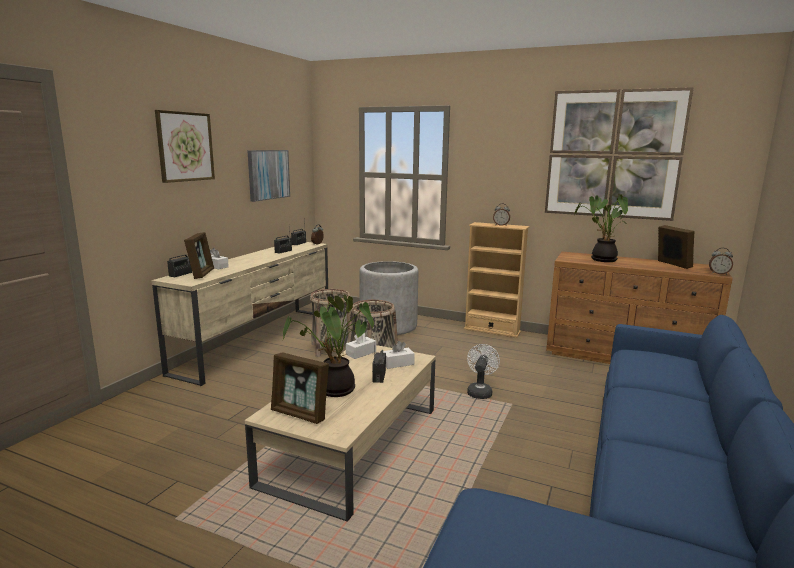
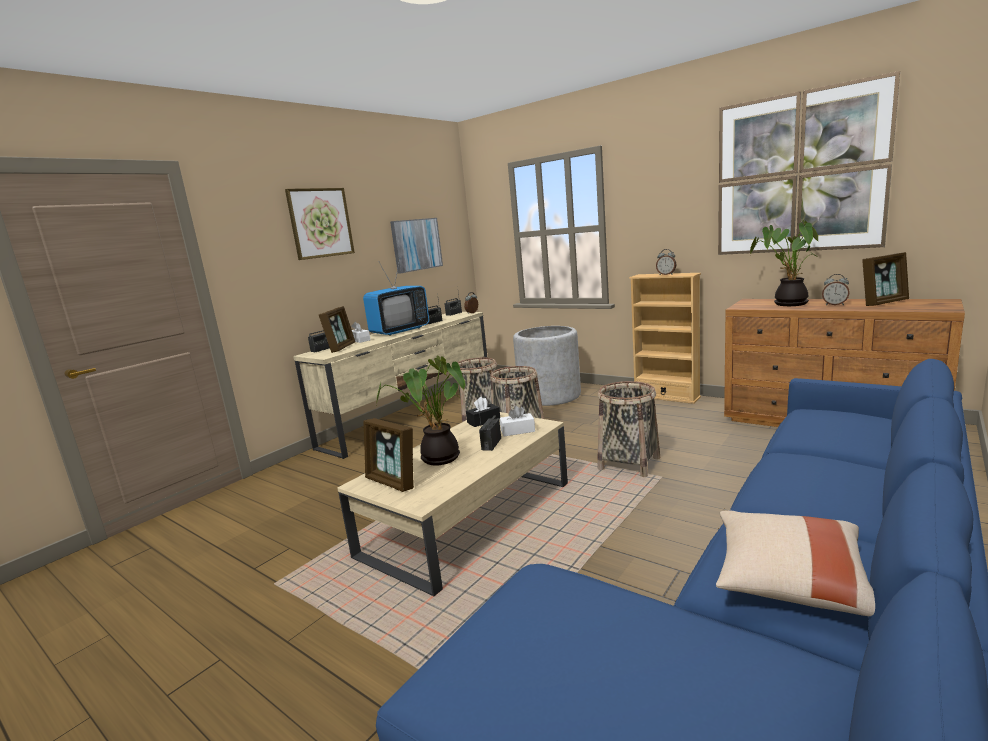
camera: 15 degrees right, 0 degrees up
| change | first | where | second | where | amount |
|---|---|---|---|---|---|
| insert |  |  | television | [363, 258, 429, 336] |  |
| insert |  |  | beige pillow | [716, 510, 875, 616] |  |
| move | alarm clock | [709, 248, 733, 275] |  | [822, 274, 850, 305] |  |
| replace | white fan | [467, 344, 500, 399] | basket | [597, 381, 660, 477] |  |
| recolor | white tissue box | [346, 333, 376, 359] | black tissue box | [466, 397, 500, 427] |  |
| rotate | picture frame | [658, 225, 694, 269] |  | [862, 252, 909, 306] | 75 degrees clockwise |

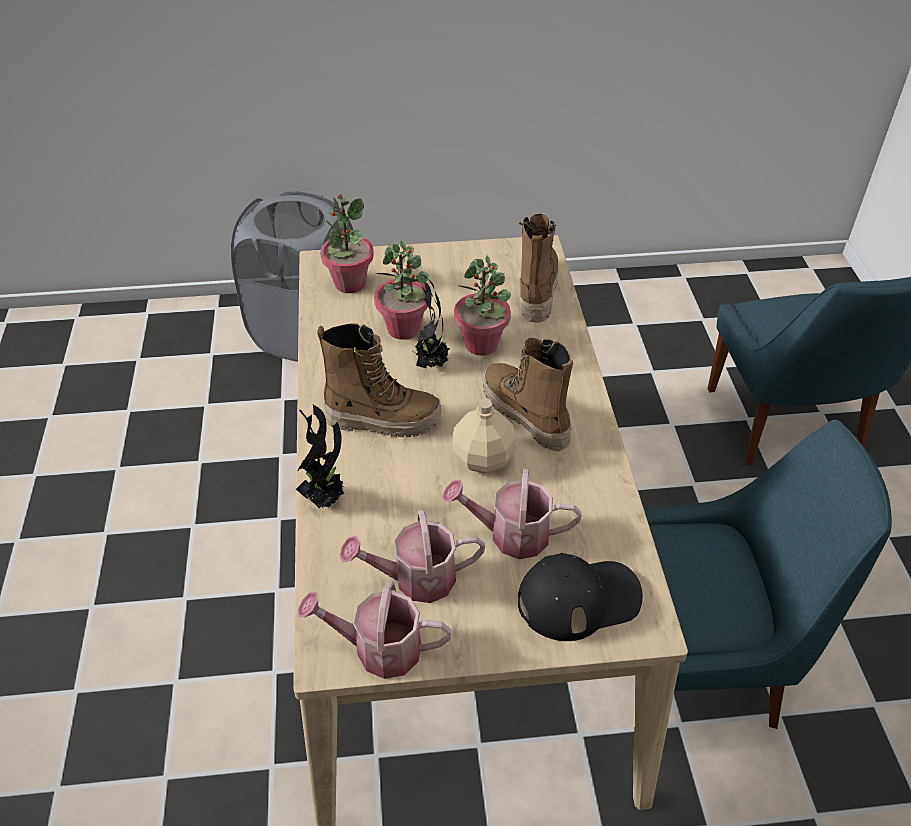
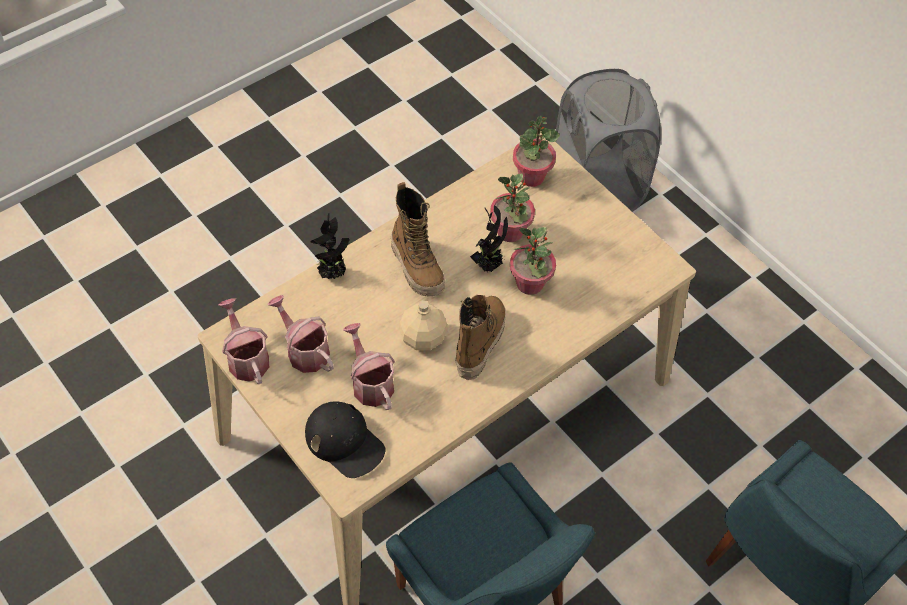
camera: 55 degrees right, 10 degrees up
| change | first | where | second | where | amount |
|---|---|---|---|---|---|
| delete | boot | [519, 214, 559, 323] |  |  |  |

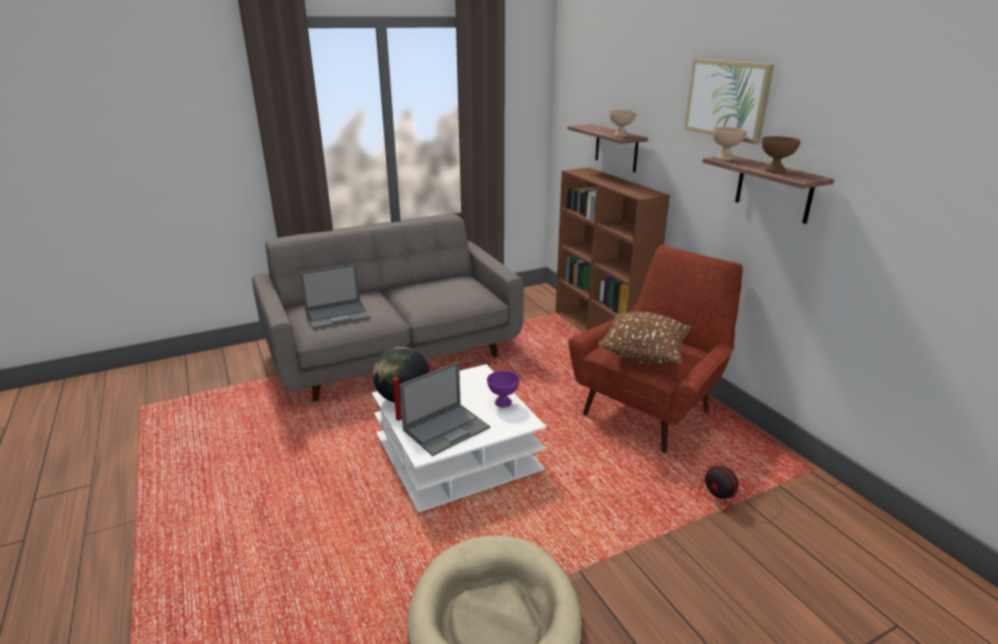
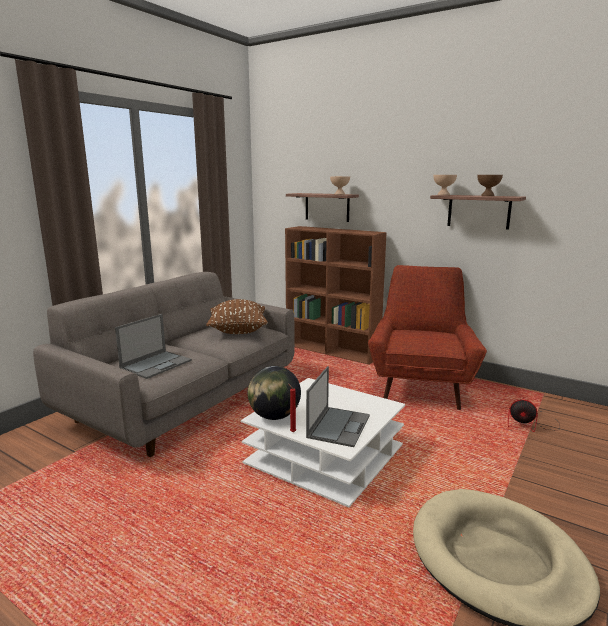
camera: 30 degrees left, 10 degrees down
| change | first | where | second | where | amount |
|---|---|---|---|---|---|
| delete | purple bowl | [487, 371, 520, 408] |  |  |  |
| delete | picture | [684, 59, 774, 144] |  |  |  |
| move | brown pillow | [598, 312, 691, 365] |  | [206, 299, 268, 334] |  |

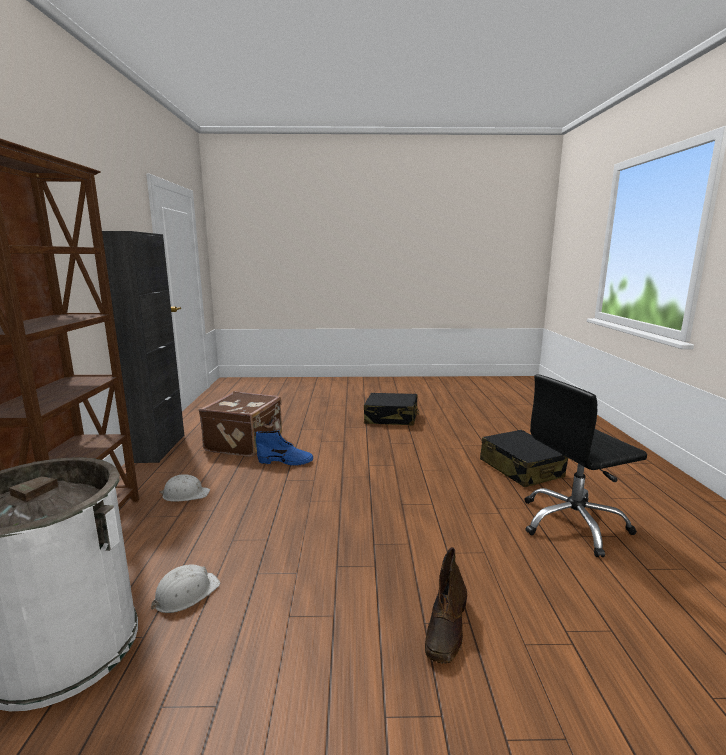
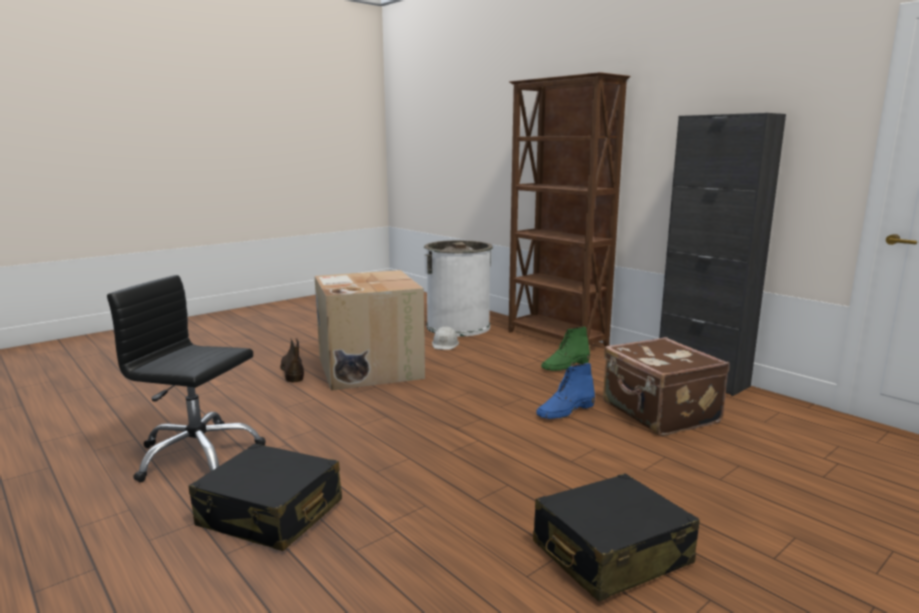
camera: 140 degrees right, 0 degrees up
| change | first | where | second | where | amount |
|---|---|---|---|---|---|
| insert |  |  | cardboard box | [315, 270, 425, 391] |  |
| replace | white hard hat | [159, 474, 210, 502] | green boot | [541, 327, 590, 371] |  |
| rotate | black office chair | [524, 374, 647, 557] |  | [107, 275, 266, 483] | 105 degrees counterclockwise |

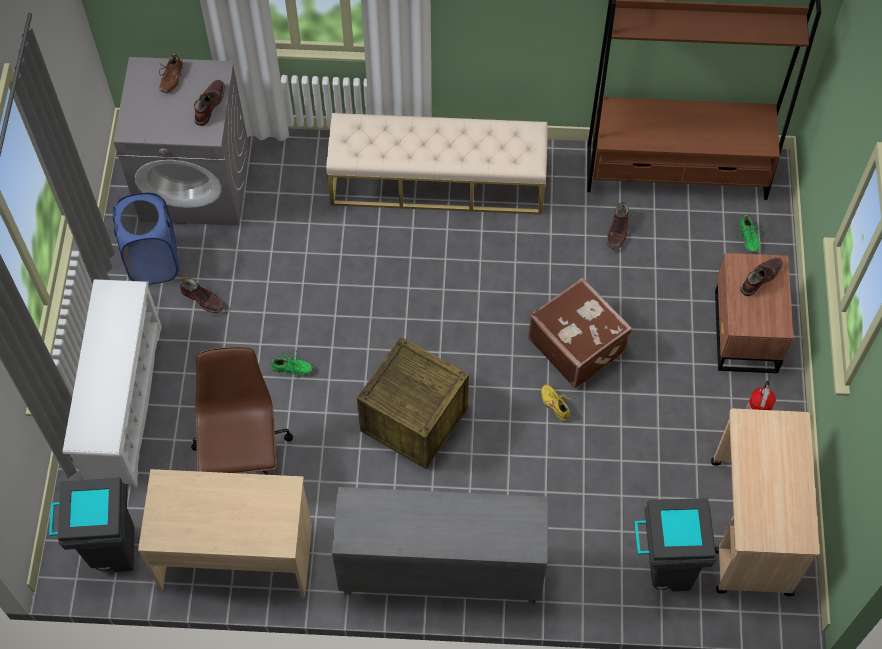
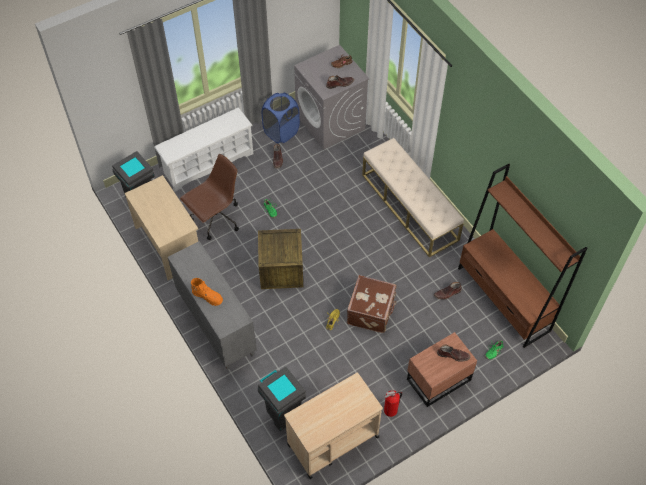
camera: 55 degrees right, 5 degrees down
| change | first | where | second | where | amount |
|---|---|---|---|---|---|
| insert |  |  | orange boot | [191, 278, 223, 306] |  |

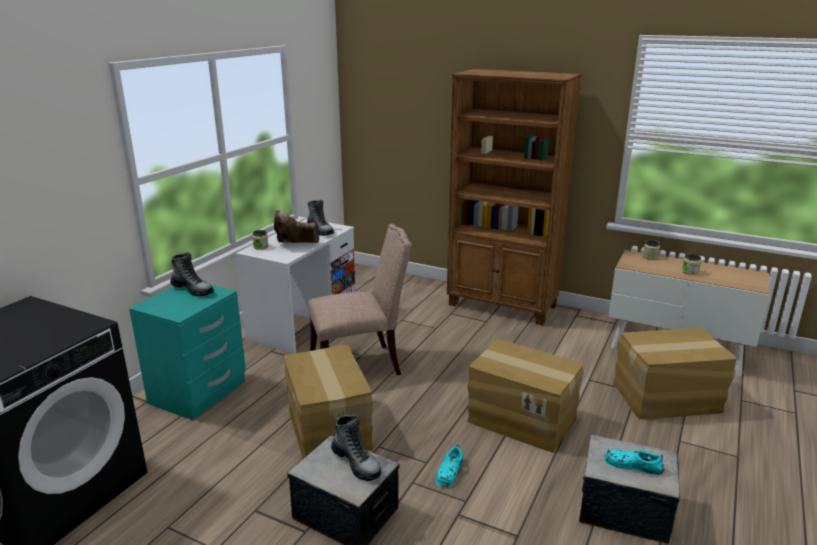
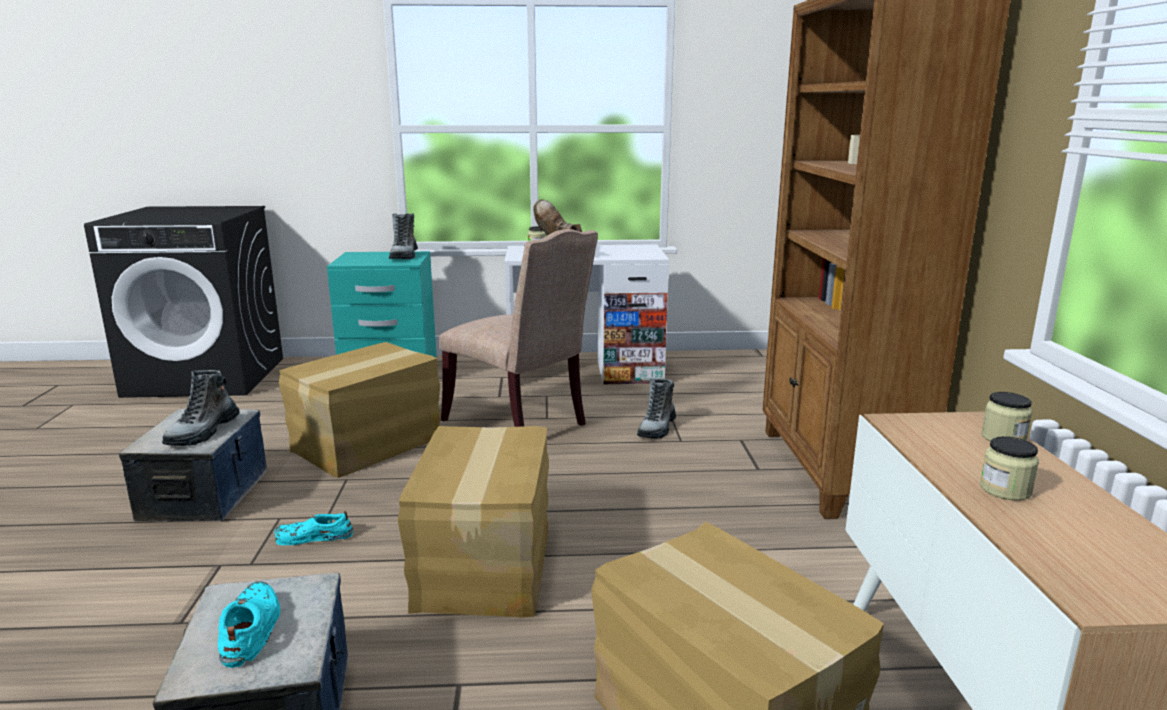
camera: 60 degrees right, 5 degrees down
| change | first | where | second | where | amount |
|---|---|---|---|---|---|
| move | boot | [307, 200, 334, 236] |  | [637, 379, 676, 439] |  |

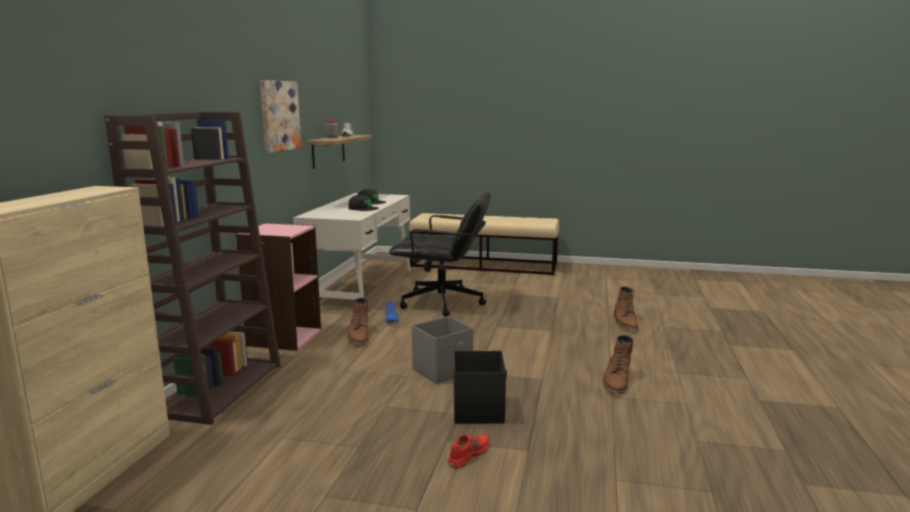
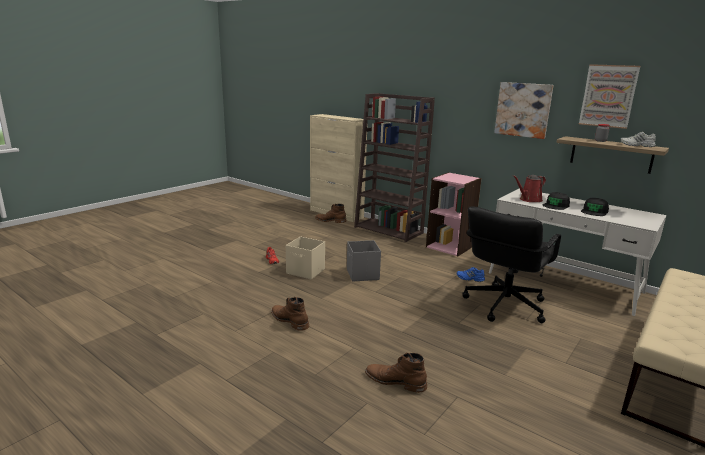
camera: 115 degrees right, 5 degrees up
| change | first | where | second | where | amount |
|---|---|---|---|---|---|
| insert |  |  | red watering can | [513, 175, 546, 202] |  |
| insert |  |  | picture | [579, 64, 640, 129] |  |
| move | brown boot | [347, 298, 369, 345] |  | [315, 204, 346, 223] |  |
| recolor | black storage box | [454, 351, 507, 424] | beige storage box | [286, 236, 325, 280] |  |

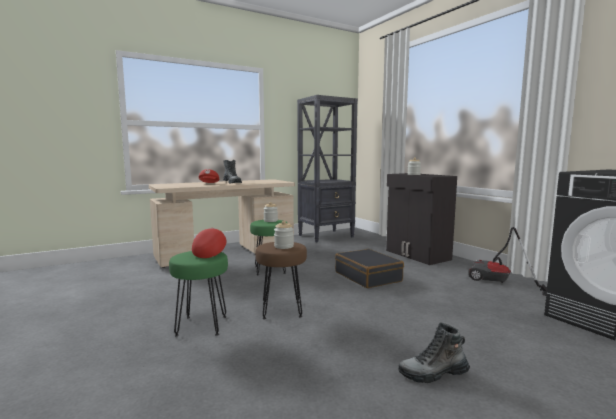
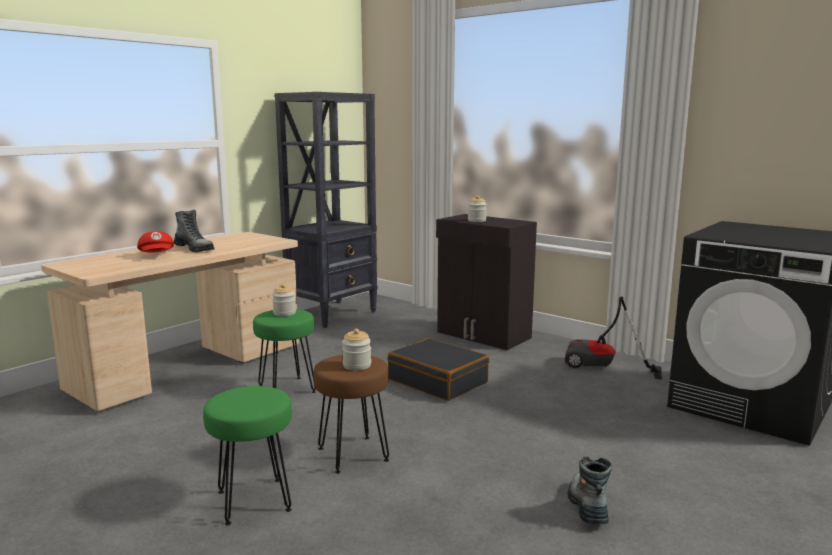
camera: 20 degrees left, 5 degrees up
| change | first | where | second | where | amount |
|---|---|---|---|---|---|
| delete | red cap | [192, 228, 226, 258] |  |  |  |
| rotate | boot | [398, 322, 470, 383] |  | [568, 456, 612, 524] | 120 degrees clockwise |

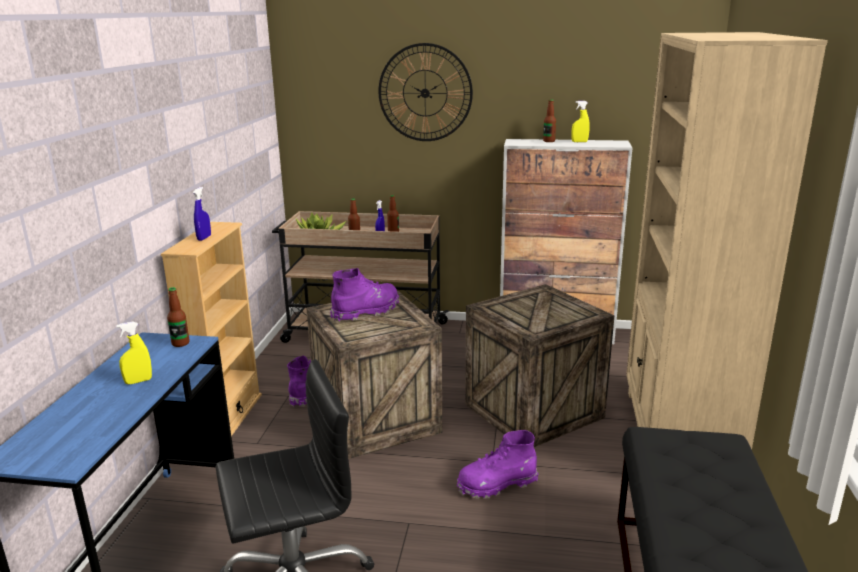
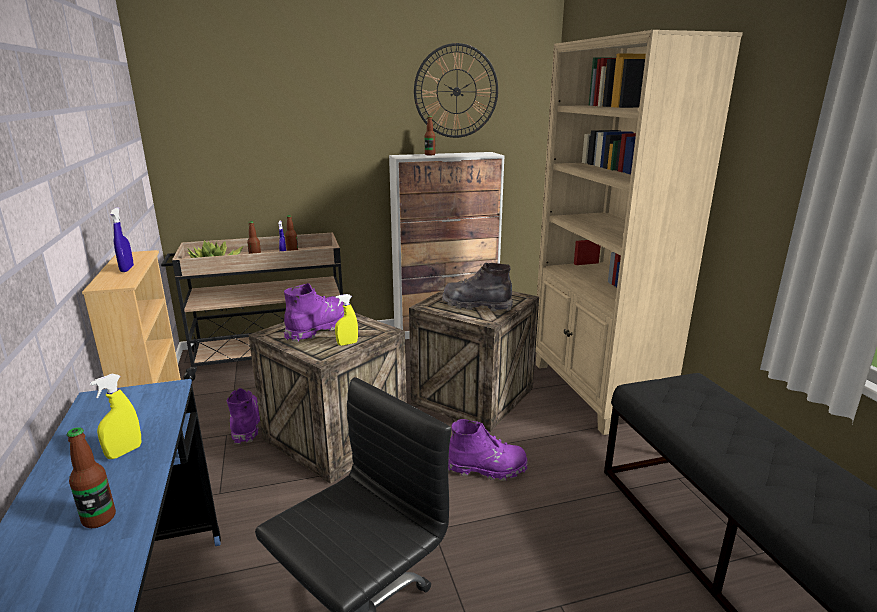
camera: 25 degrees left, 0 degrees up
| change | first | where | second | where | amount |
|---|---|---|---|---|---|
| insert |  |  | grey boot | [442, 262, 513, 312] |  |
| move | bottle | [167, 287, 189, 347] |  | [67, 428, 116, 528] |  |
| move | wall clock | [378, 43, 473, 141] |  | [414, 43, 498, 138] |  |
| move | yellow spray bottle | [572, 101, 590, 142] |  | [335, 294, 358, 346] |  |
| rotate | purple boot | [457, 430, 538, 499] |  | [448, 419, 528, 481] | 135 degrees counterclockwise |

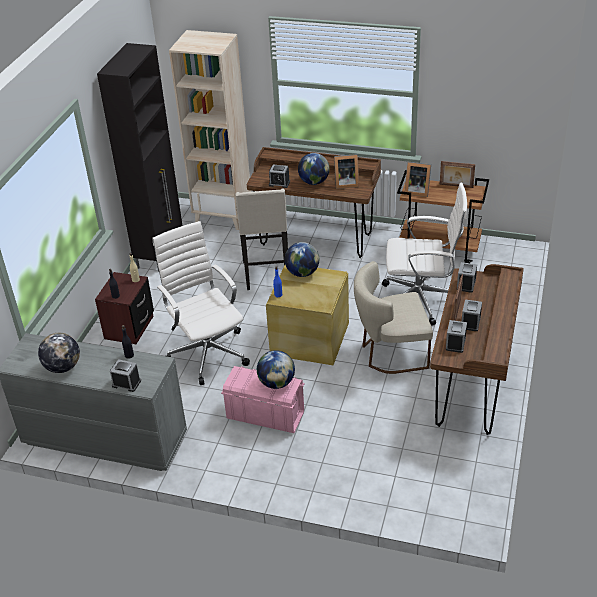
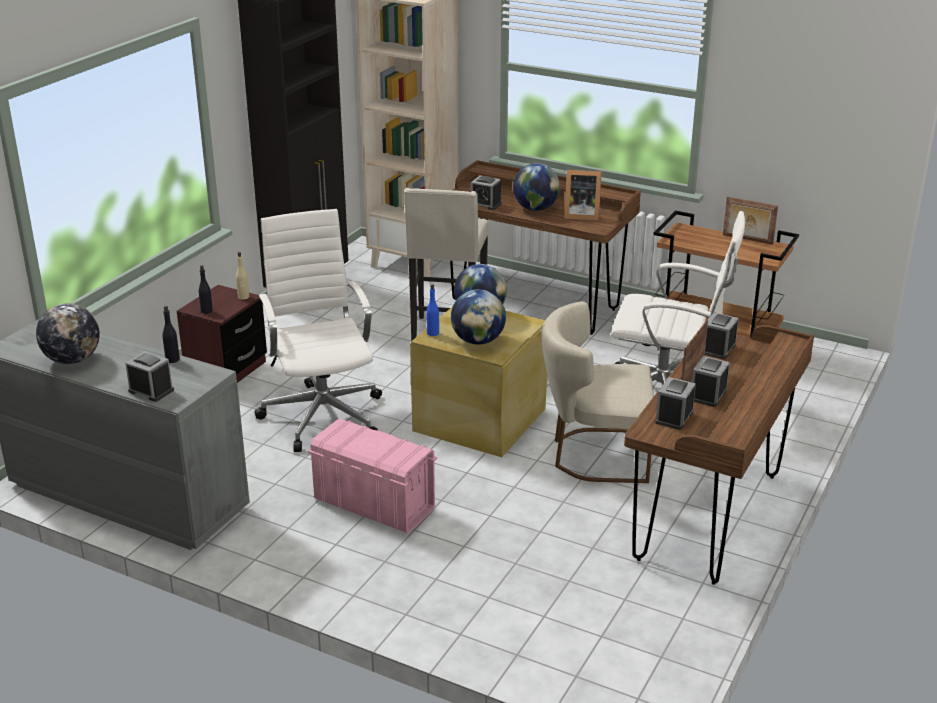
camera: 10 degrees right, 10 degrees down
| change | first | where | second | where | amount |
|---|---|---|---|---|---|
| delete | picture frame | [405, 162, 431, 197] |  |  |  |
| move | globe | [257, 350, 295, 389] |  | [451, 289, 506, 345] |  |

